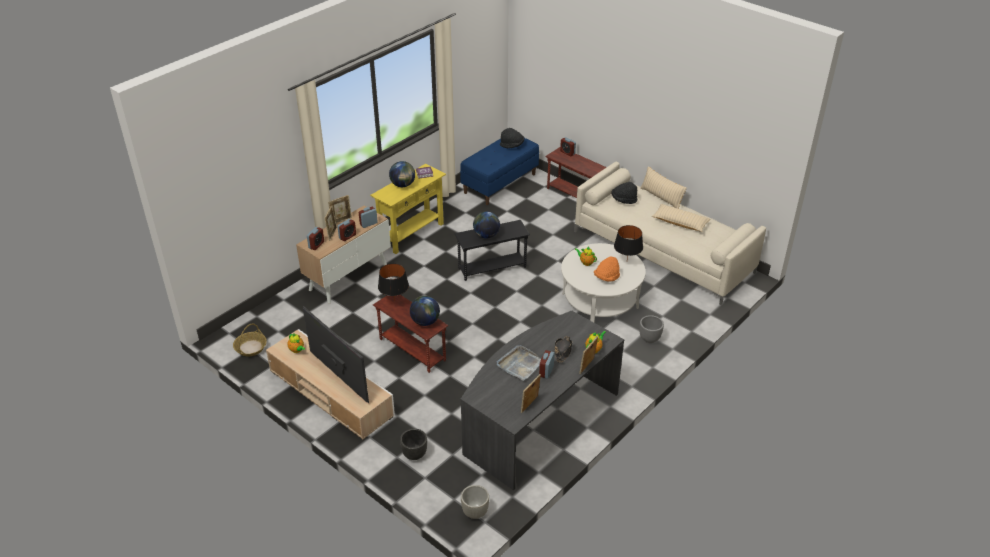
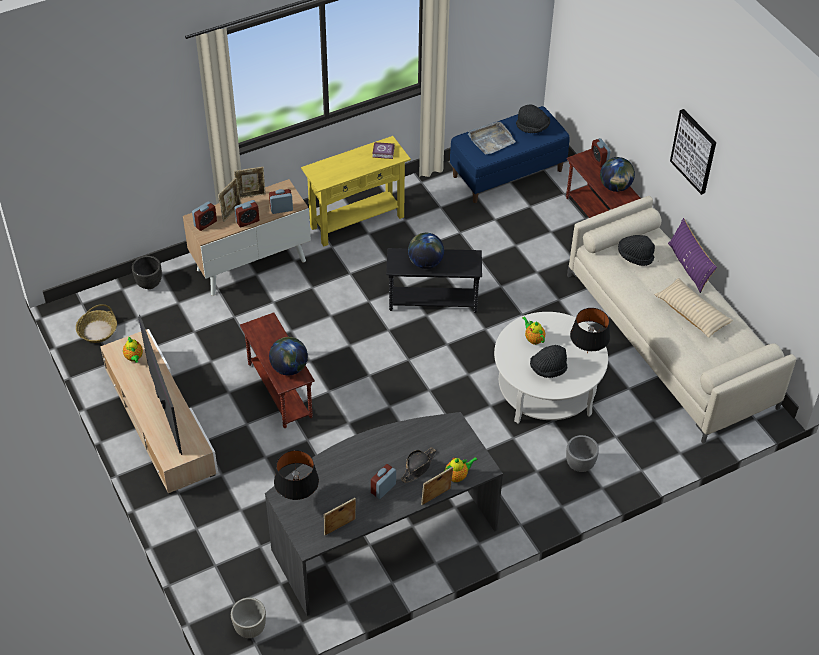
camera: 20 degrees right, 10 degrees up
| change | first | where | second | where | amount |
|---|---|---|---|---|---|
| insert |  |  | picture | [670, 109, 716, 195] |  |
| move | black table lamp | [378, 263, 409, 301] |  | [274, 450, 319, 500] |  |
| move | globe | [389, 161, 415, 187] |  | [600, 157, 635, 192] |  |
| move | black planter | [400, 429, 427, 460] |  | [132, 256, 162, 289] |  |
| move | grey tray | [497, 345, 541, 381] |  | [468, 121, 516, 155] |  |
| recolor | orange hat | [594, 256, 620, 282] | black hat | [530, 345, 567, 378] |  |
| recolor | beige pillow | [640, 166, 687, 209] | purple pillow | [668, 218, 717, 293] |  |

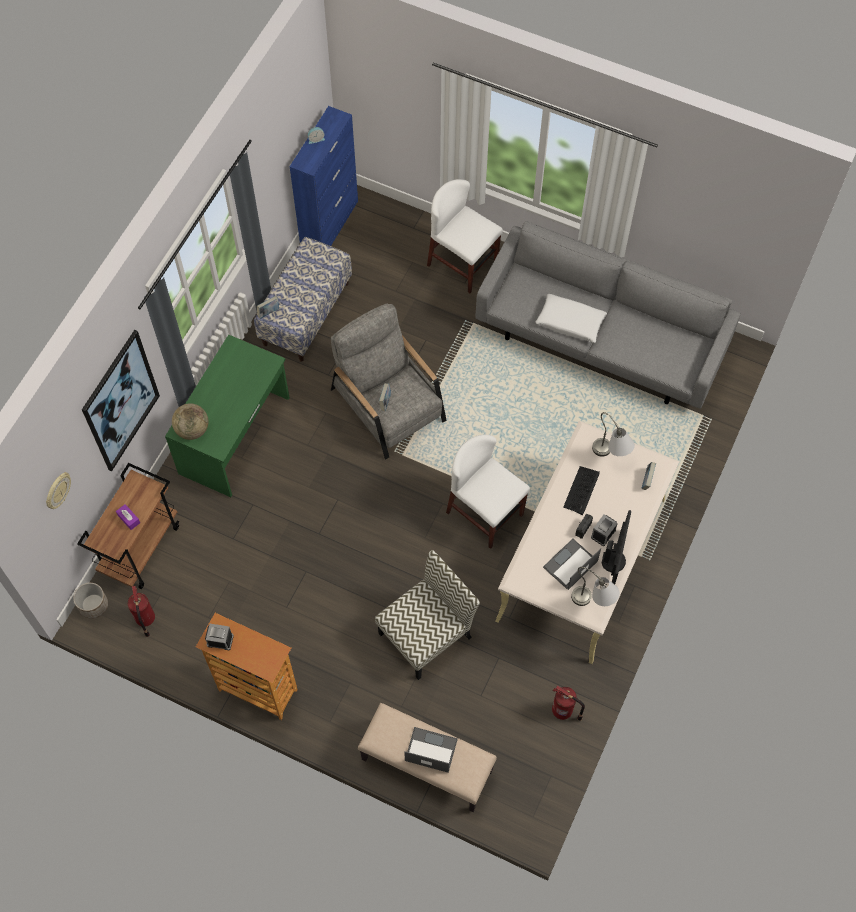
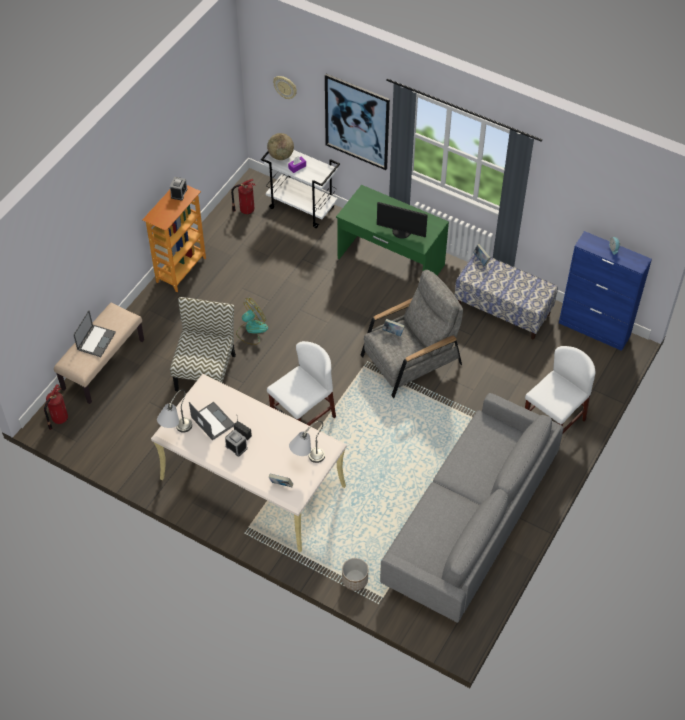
camera: 95 degrees right, 10 degrees down
| change | first | where | second | where | amount |
|---|---|---|---|---|---|
| delete | white pillow | [535, 294, 607, 343] |  |  |  |
| delete | keyboard | [563, 466, 600, 515] |  |  |  |
| insert |  |  | fan | [236, 298, 268, 345] |  |
| move | planter | [73, 583, 108, 619] |  | [342, 558, 368, 591] |  |
| move | globe | [172, 404, 208, 440] |  | [267, 133, 294, 160] |  |
| move | fire extinguisher | [552, 685, 585, 721] |  | [44, 384, 68, 430] |  |
| move | monitor | [602, 510, 631, 584] |  | [377, 202, 428, 239] |  |
| recolor | brown cart | [77, 463, 180, 589] | white cart | [261, 150, 340, 228] |  |
| rotate | chair | [375, 550, 480, 680] |  | [170, 297, 236, 391] | 135 degrees counterclockwise |

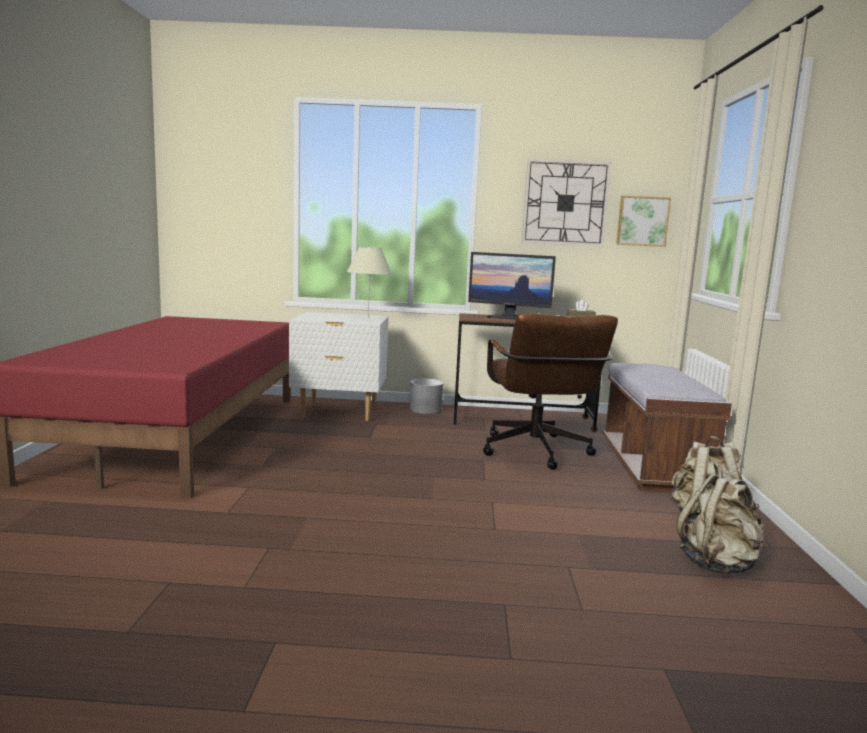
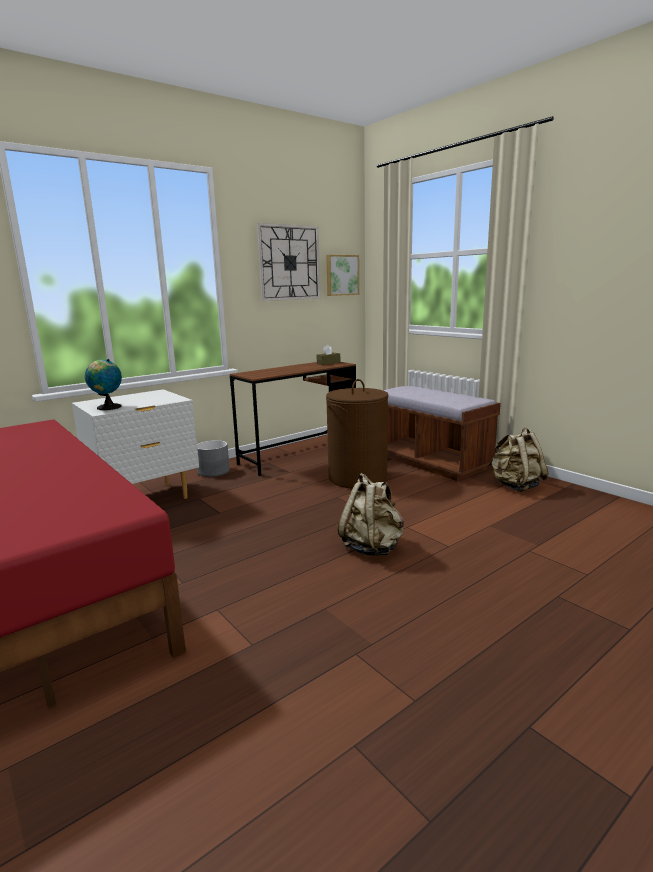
camera: 40 degrees left, 5 degrees up
| change | first | where | second | where | amount |
|---|---|---|---|---|---|
| delete | beige table lamp | [347, 247, 392, 318] |  |  |  |
| delete | monitor | [468, 252, 556, 320] |  |  |  |
| insert |  |  | globe | [85, 359, 122, 410] |  |
| move | beige backpack | [676, 462, 764, 574] |  | [338, 473, 404, 556] |  |
| replace | brown office chair | [483, 313, 618, 469] | brown laundry basket | [326, 379, 389, 489] |  |

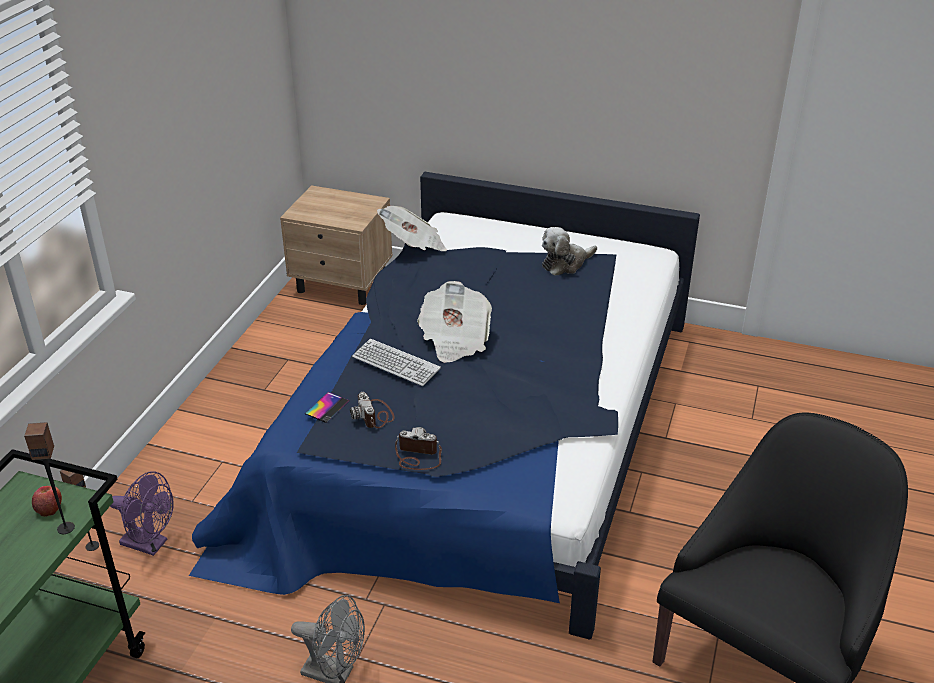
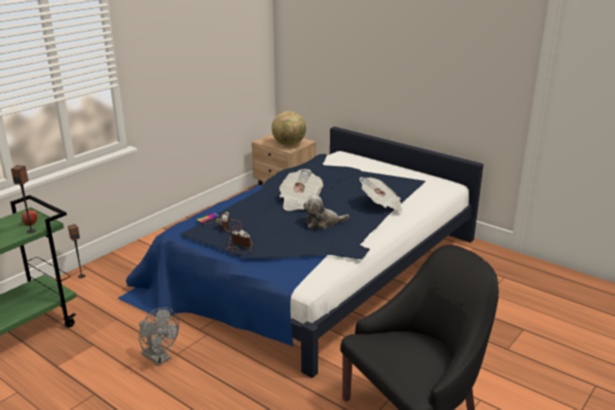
camera: 20 degrees right, 10 degrees down
| change | first | where | second | where | amount |
|---|---|---|---|---|---|
| delete | purple fan | [110, 471, 174, 556] |  |  |  |
| delete | keyboard | [352, 339, 441, 386] |  |  |  |
| insert |  |  | globe | [272, 111, 306, 146] |  |
| move | newspaper | [377, 206, 447, 251] |  | [359, 177, 402, 212] |  |
| move | plush toy | [542, 227, 597, 276] |  | [303, 195, 349, 229] |  |

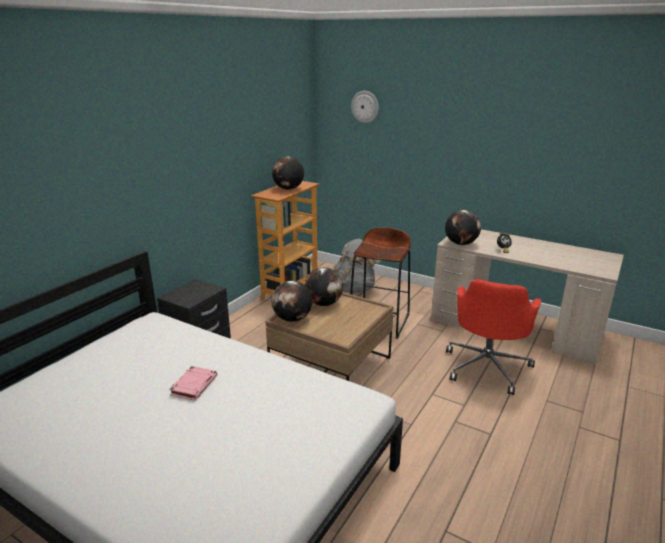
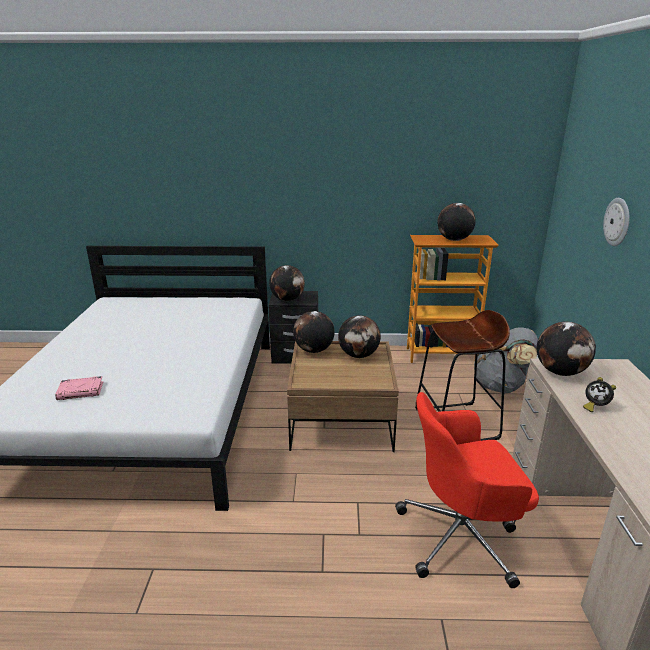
camera: 60 degrees right, 0 degrees up
| change | first | where | second | where | amount |
|---|---|---|---|---|---|
| insert |  |  | globe | [269, 265, 305, 301] |  |
| move | pink book | [169, 366, 217, 401] |  | [55, 376, 103, 400] |  |
| move | wall clock | [351, 91, 379, 123] |  | [603, 198, 629, 246] |  |

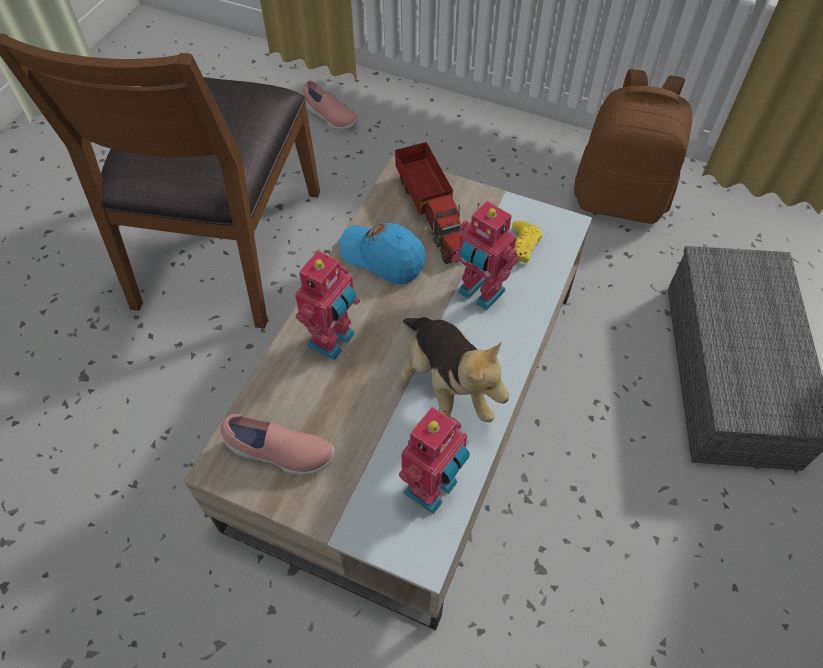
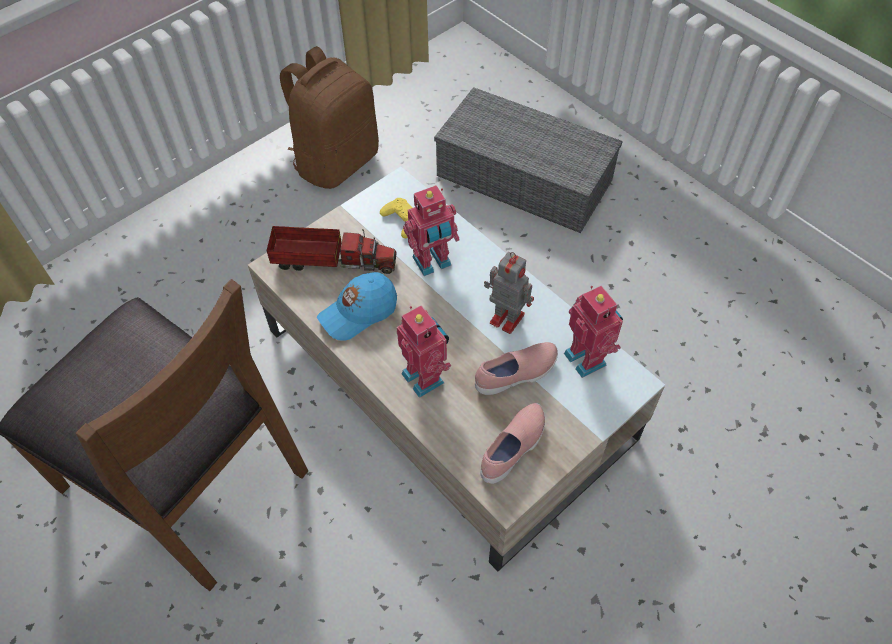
camera: 65 degrees left, 0 degrees up
| change | first | where | second | where | amount |
|---|---|---|---|---|---|
| move | pink shoe | [303, 80, 358, 130] |  | [475, 342, 558, 395] |  |
| replace | plush toy | [401, 317, 509, 422] | toy robot | [484, 252, 534, 334] |  |

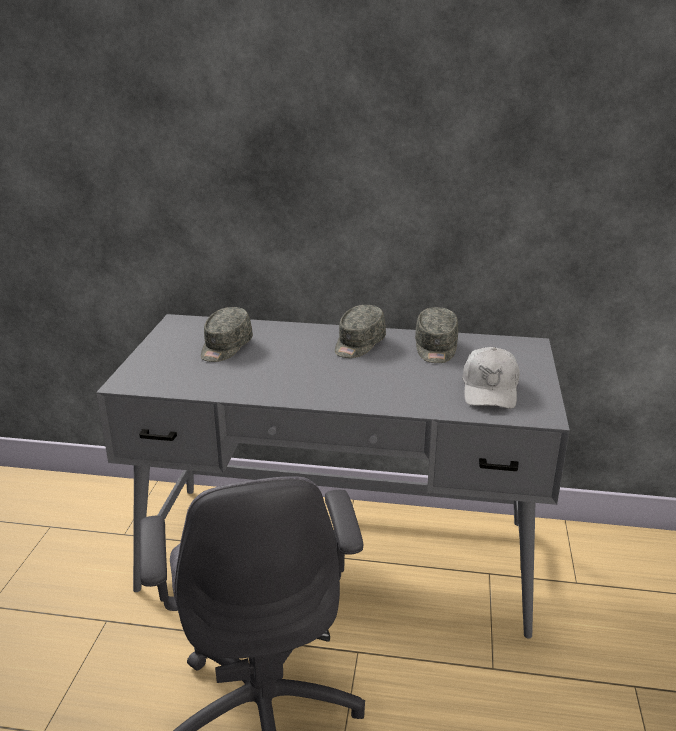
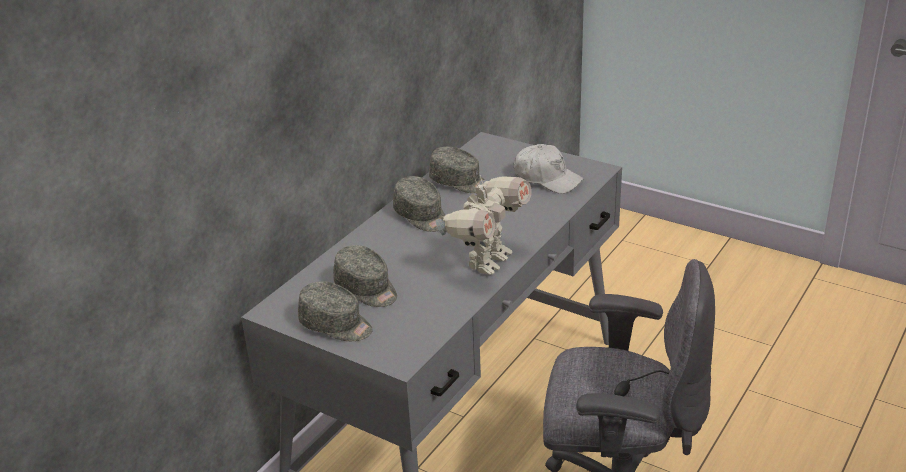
camera: 65 degrees left, 5 degrees up
| change | first | where | second | where | amount |
|---|---|---|---|---|---|
| insert |  |  | grey cap | [298, 281, 372, 341] |  |
| insert |  |  | toy robot | [436, 175, 532, 275] |  |

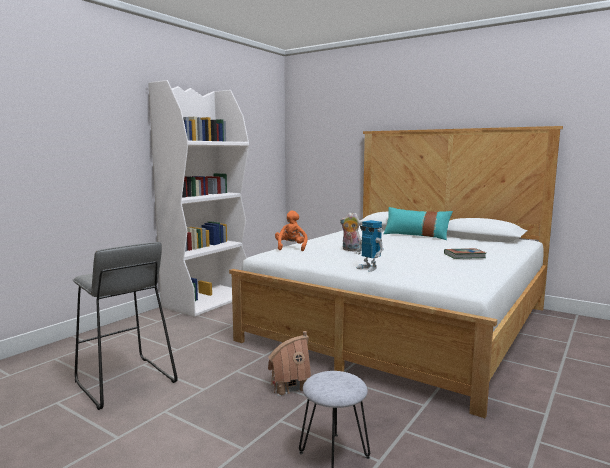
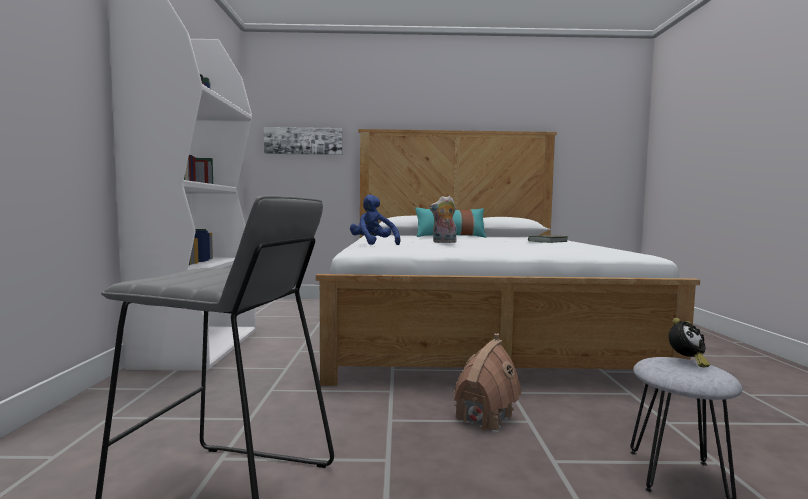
camera: 35 degrees left, 5 degrees down
| change | first | where | second | where | amount |
|---|---|---|---|---|---|
| delete | toy robot | [356, 220, 384, 272] |  |  |  |
| insert |  |  | picture | [264, 127, 343, 155] |  |
| insert |  |  | alarm clock | [668, 318, 710, 367] |  |
| recolor | orange plush toy | [275, 210, 307, 251] | blue plush toy | [350, 195, 401, 245] |  |

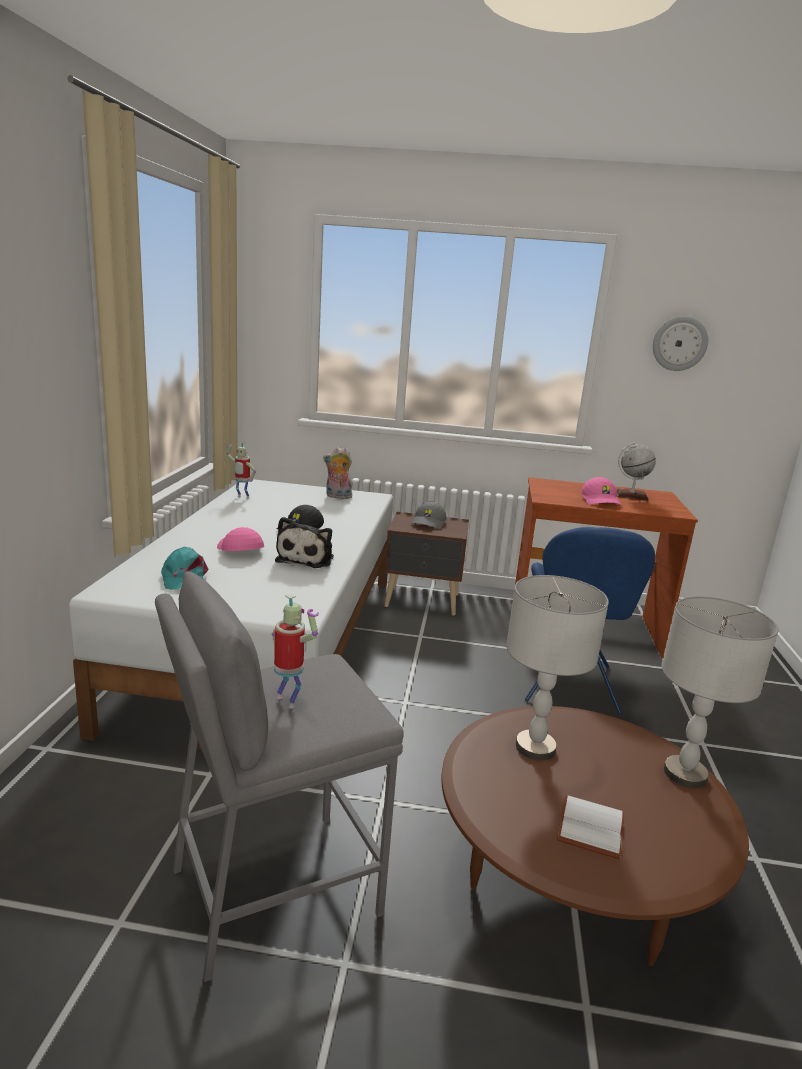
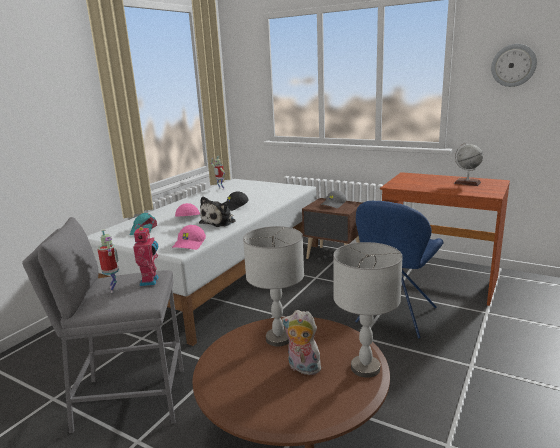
camera: 25 degrees right, 0 degrees up
| change | first | where | second | where | amount |
|---|---|---|---|---|---|
| delete | white book | [557, 795, 624, 859] |  |  |  |
| insert |  |  | toy robot | [133, 226, 159, 286] |  |
| move | plush toy | [323, 447, 352, 499] |  | [282, 310, 321, 375] |  |
| move | pink cap | [581, 477, 622, 506] |  | [172, 225, 206, 250] |  |

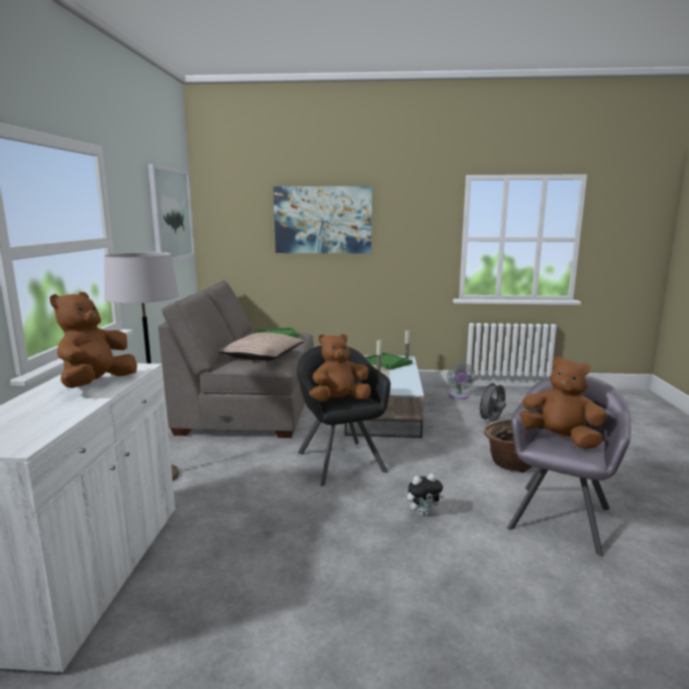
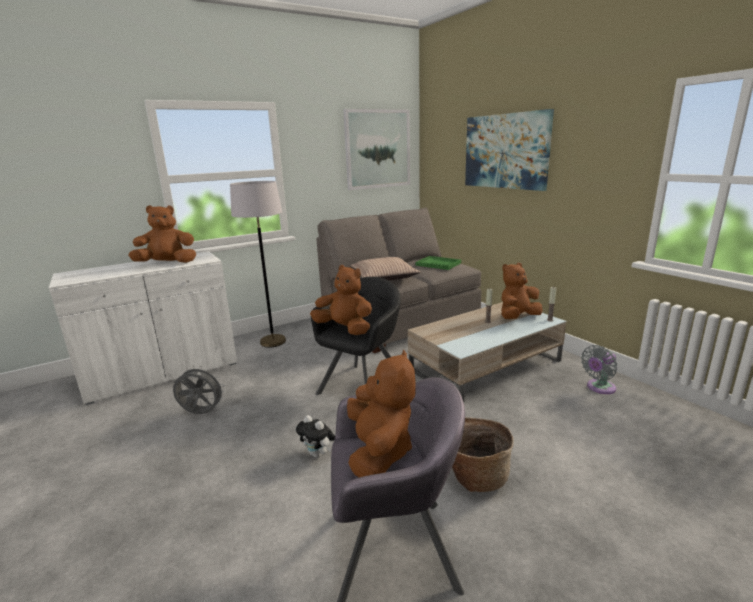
camera: 55 degrees right, 5 degrees up
| change | first | where | second | where | amount |
|---|---|---|---|---|---|
| move | grey fan | [476, 380, 506, 422] |  | [173, 365, 226, 414] |  |
| replace | green tray | [365, 352, 412, 370] | brown plush toy | [501, 263, 543, 319] |  |

